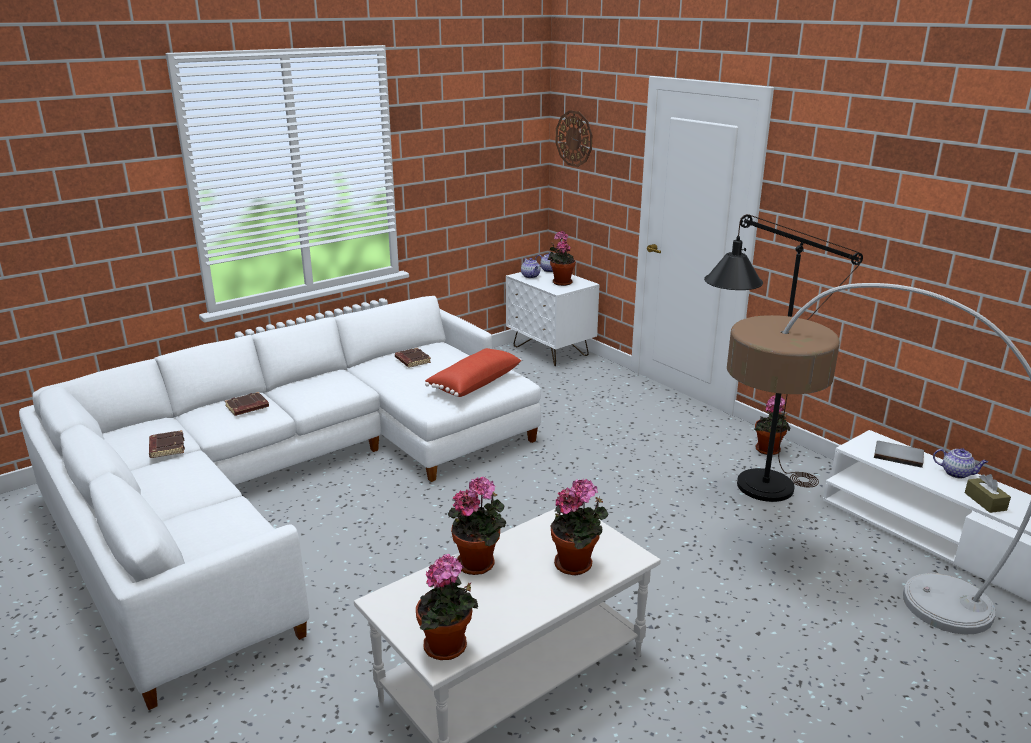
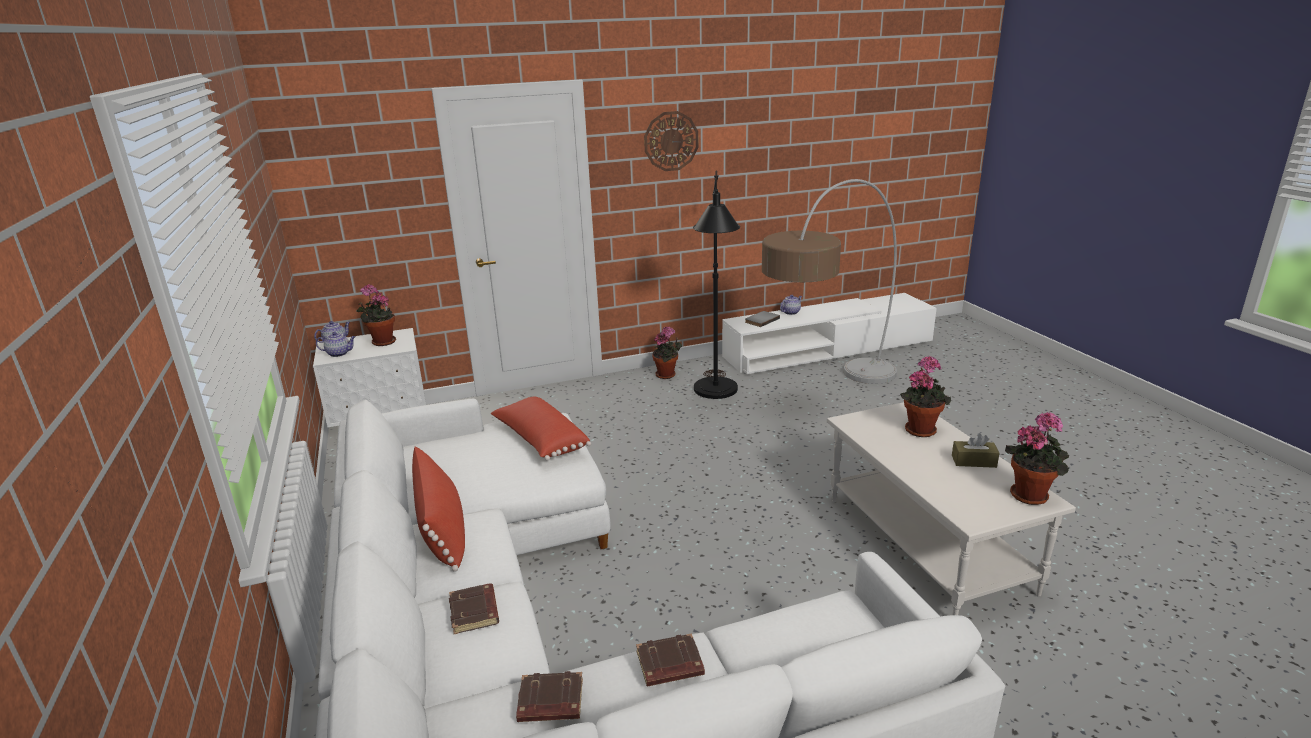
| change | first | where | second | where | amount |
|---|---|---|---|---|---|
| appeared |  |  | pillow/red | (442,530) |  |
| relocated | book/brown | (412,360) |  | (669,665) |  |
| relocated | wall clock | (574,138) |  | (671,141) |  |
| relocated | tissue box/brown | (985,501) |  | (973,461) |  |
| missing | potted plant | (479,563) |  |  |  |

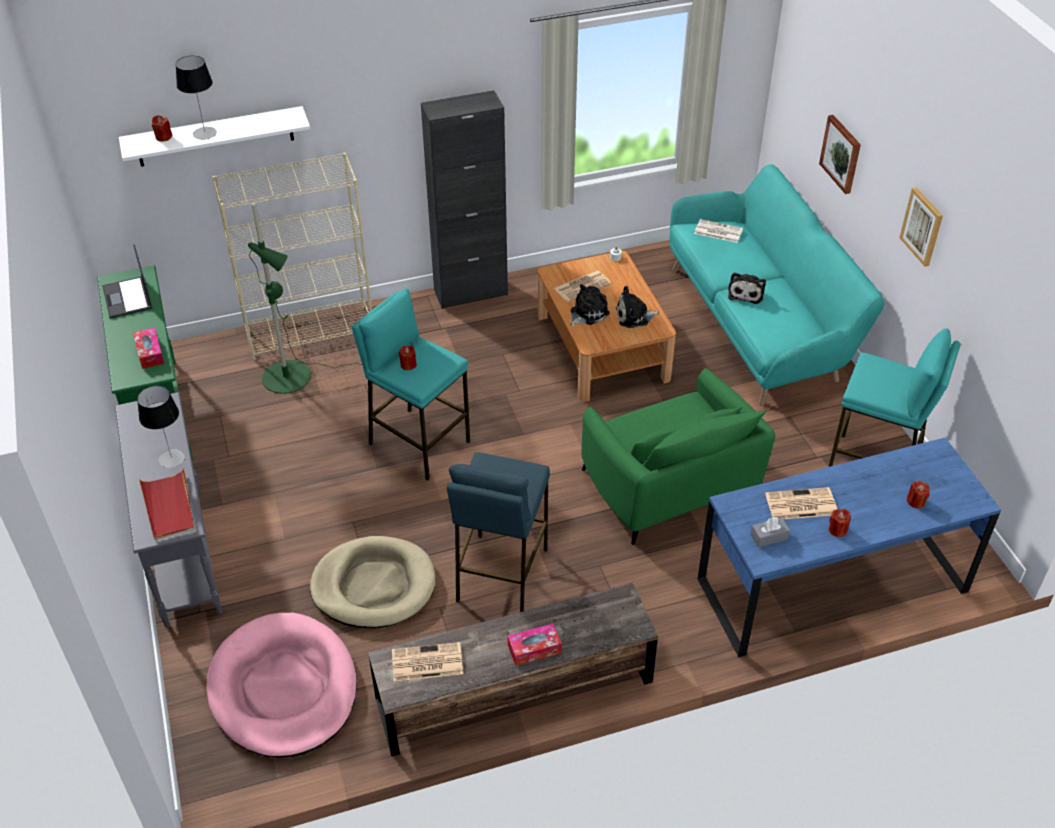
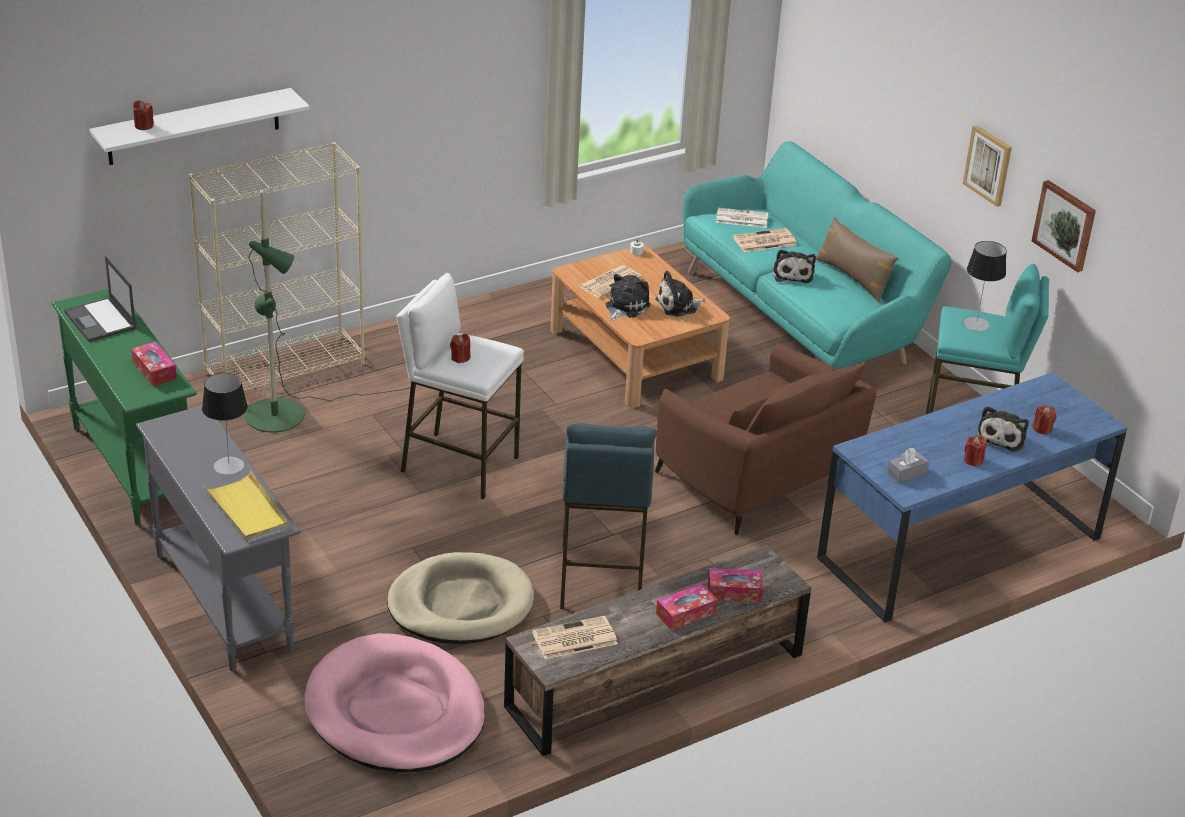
| change | first | where | second | where | amount |
|---|---|---|---|---|---|
| colour | tray/red | (169,507) | tray/yellow | (247,510) |  |
| colour | stool/turquoise | (418,443) | stool/white | (459,465) |  |
| colour | armchair/green | (670,486) | armchair/brown | (758,477) |  |
| appeared |  |  | tissue box | (734,592) |  |
| relocated | newspaper | (800,505) |  | (764,241) |  |
| appeared |  |  | pillow/brown | (853,278) |  |
| relocated | table lamp | (205,133) |  | (976,324) |  |
| appeared |  |  | plush toy | (1002,437) |  |
| relocated | picture | (841,154) |  | (1065,225) |  |
| missing | cabinet/black | (470,292) |  |  |  |

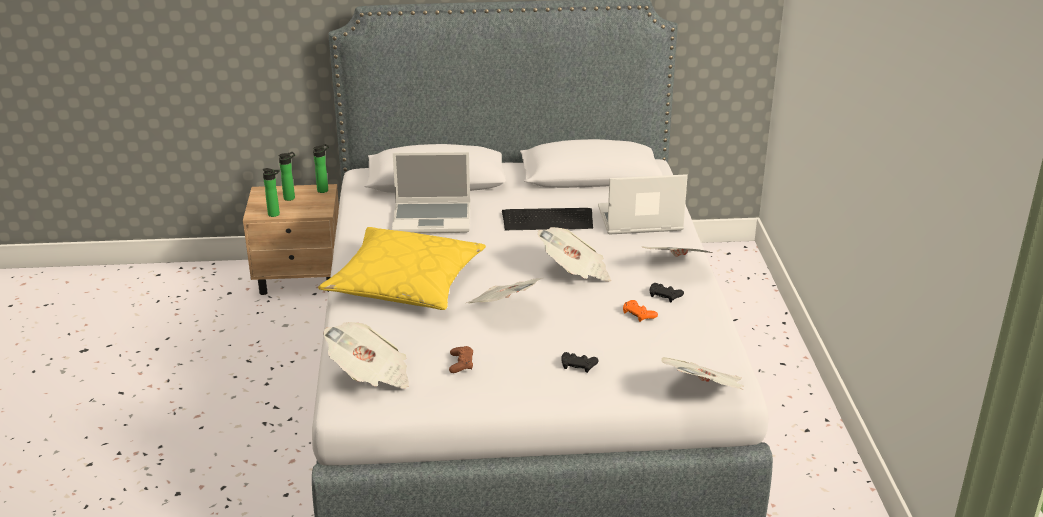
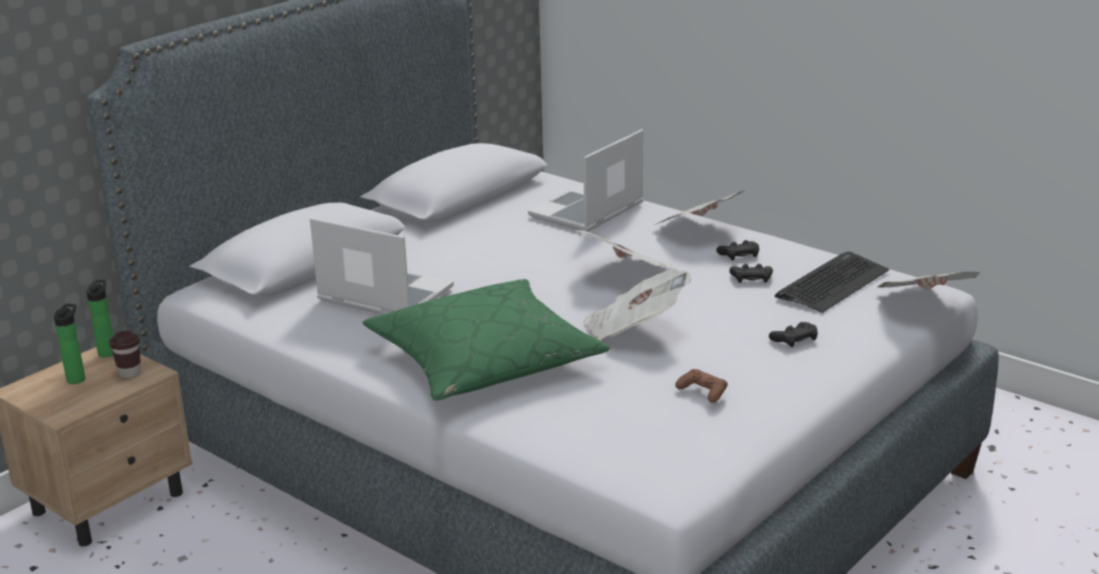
| change | first | where | second | where | amount |
|---|---|---|---|---|---|
| appeared |  |  | cup/brown | (130,373) |  |
| spun | laptop | (433,219) |  | (383,295) | 105 degrees counterclockwise |
| colour | pillow/yellow | (405,283) | pillow/green | (485,360) |  |
| colour | game controller/orange | (638,314) | game controller/black | (751,278) |  |
| relocated | keyboard | (547,220) |  | (832,284) |  |
| missing | bottle | (275,214) |  |  |  |
| missing | newspaper | (370,375) |  |  |  |

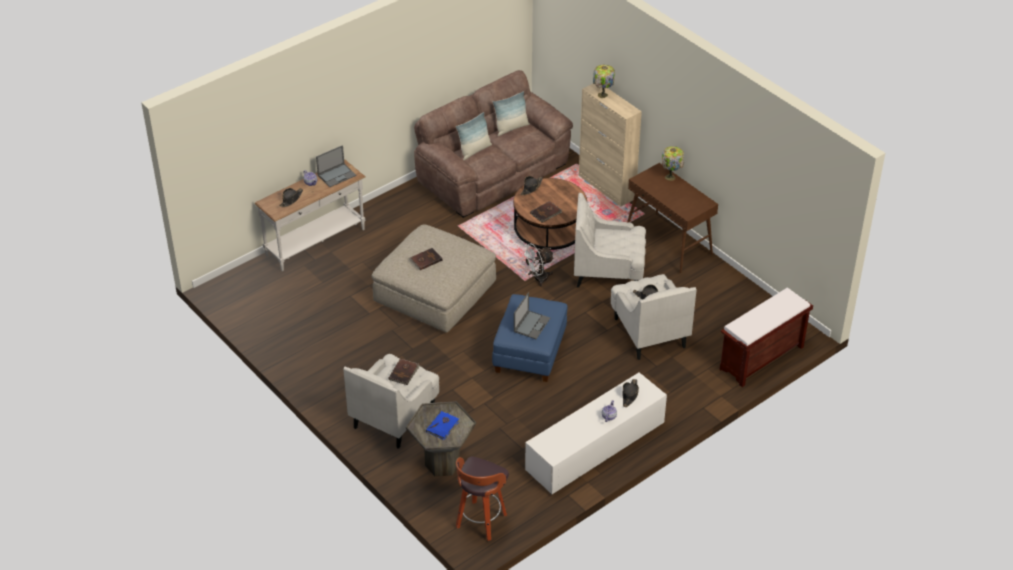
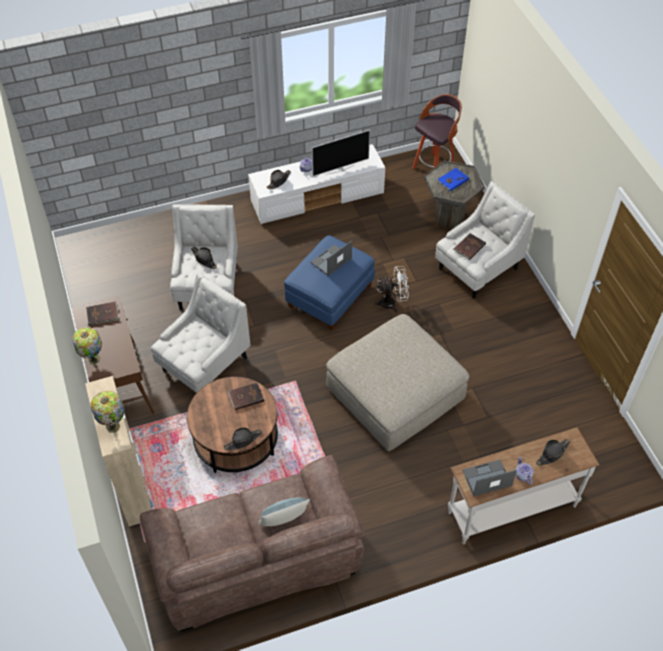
| change | first | where | second | where | amount |
|---|---|---|---|---|---|
| relocated | book/brown | (425,260) |  | (103,315) |  |
| spun | armchair/white | (608,272) |  | (204,365) | 75 degrees counterclockwise |
| appeared |  |  | television | (339,169) |  |
| relocated | fan/white | (537,279) |  | (392,303) |  |
| missing | pillow | (511,128) |  |  |  |
| missing | bench/brown | (761,359) |  |  |  |

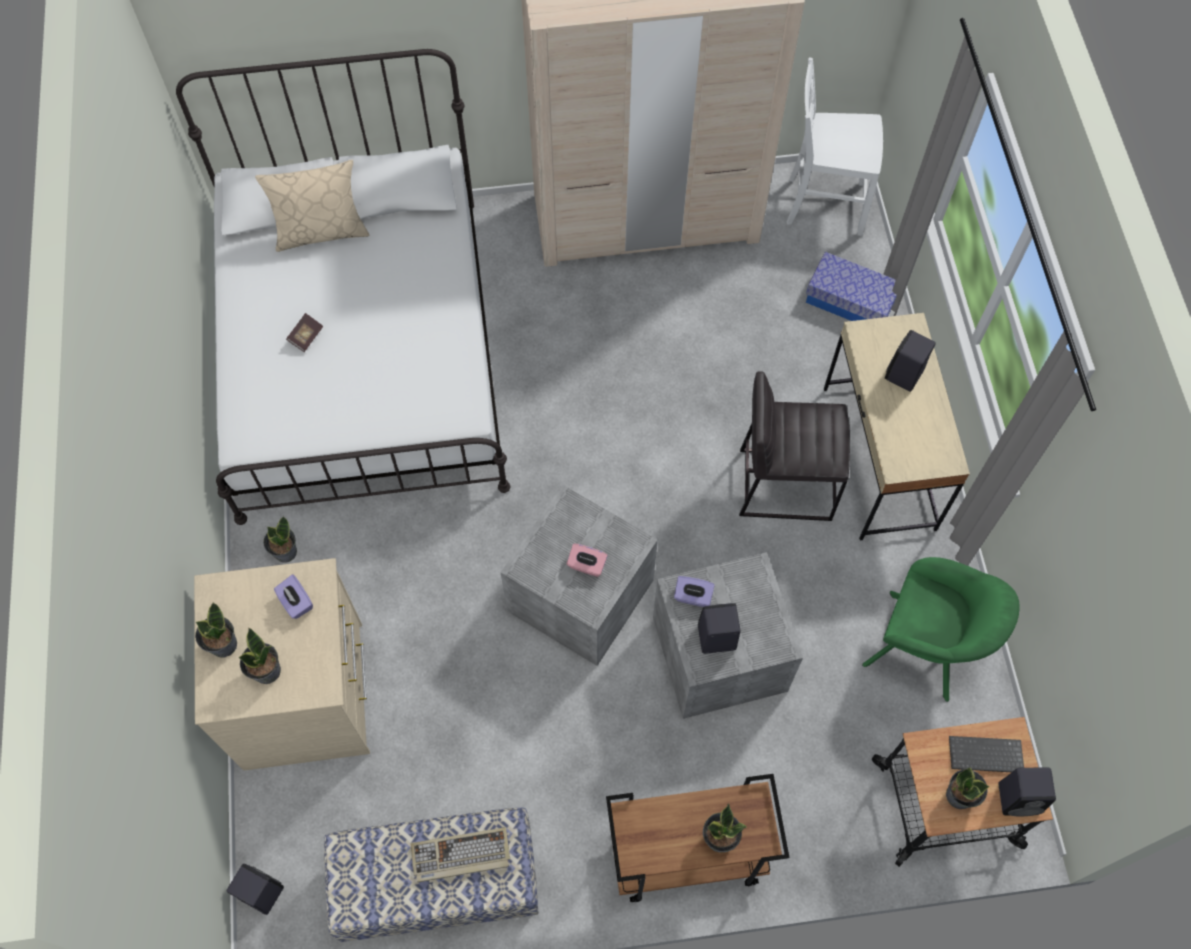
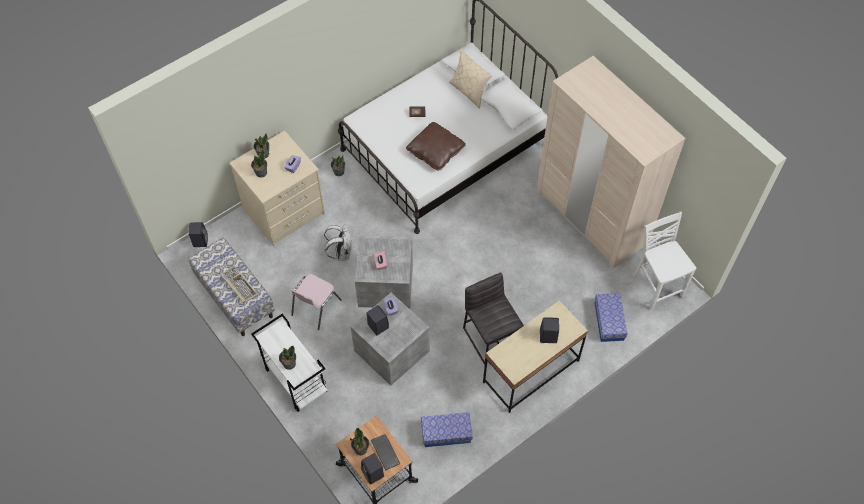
| change | first | where | second | where | amount |
|---|---|---|---|---|---|
| colour | cart/brown | (685,856) | cart/white | (295,380) |  |
| appeared |  |  | chair/pink | (315,308) |  |
| appeared |  |  | backpack/white | (341,252) |  |
| appeared |  |  | pillow/brown | (435,151) |  |
| exchanged | armchair/green | (925,648) | storage box | (446,433) |  |

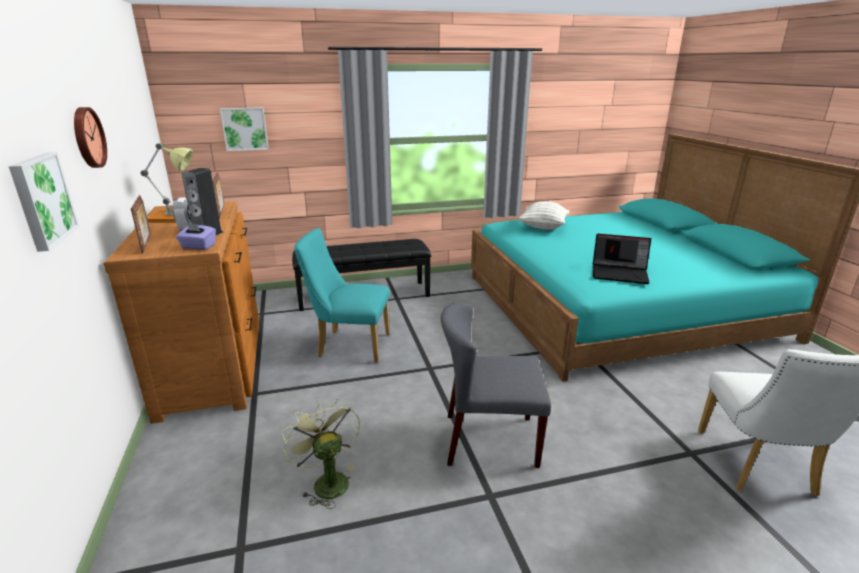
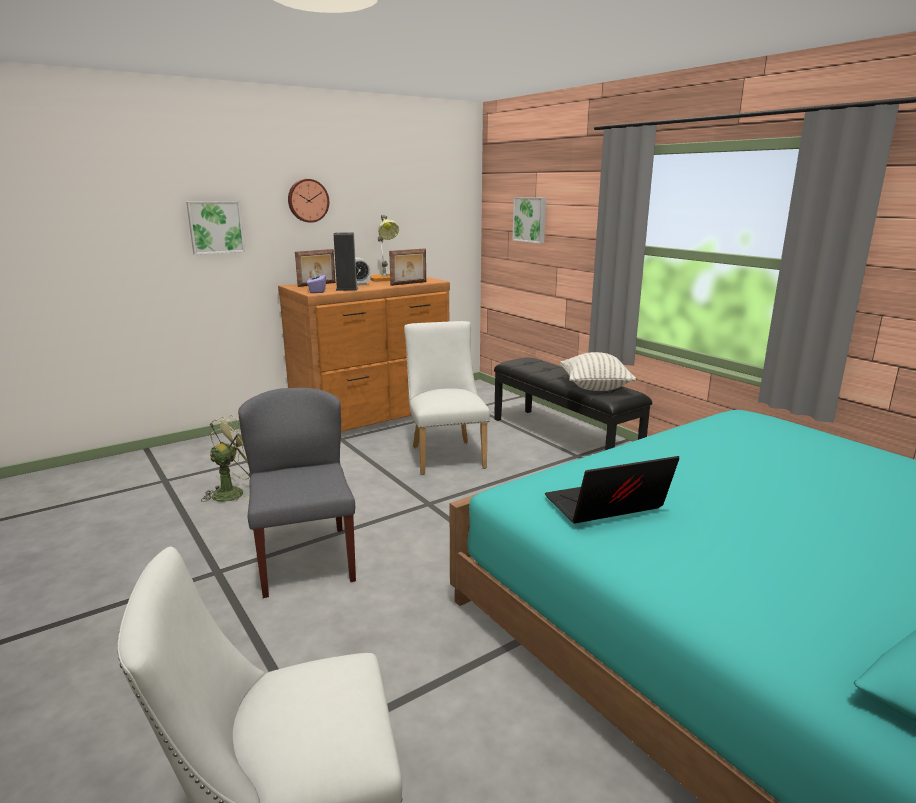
| change | first | where | second | where | amount |
|---|---|---|---|---|---|
| colour | chair/turquoise | (348,345) | chair/white | (445,455) |  |
| spun | laptop | (620,273) |  | (605,507) | 75 degrees clockwise |
| relocated | pillow | (543,227) |  | (595,387) |  |

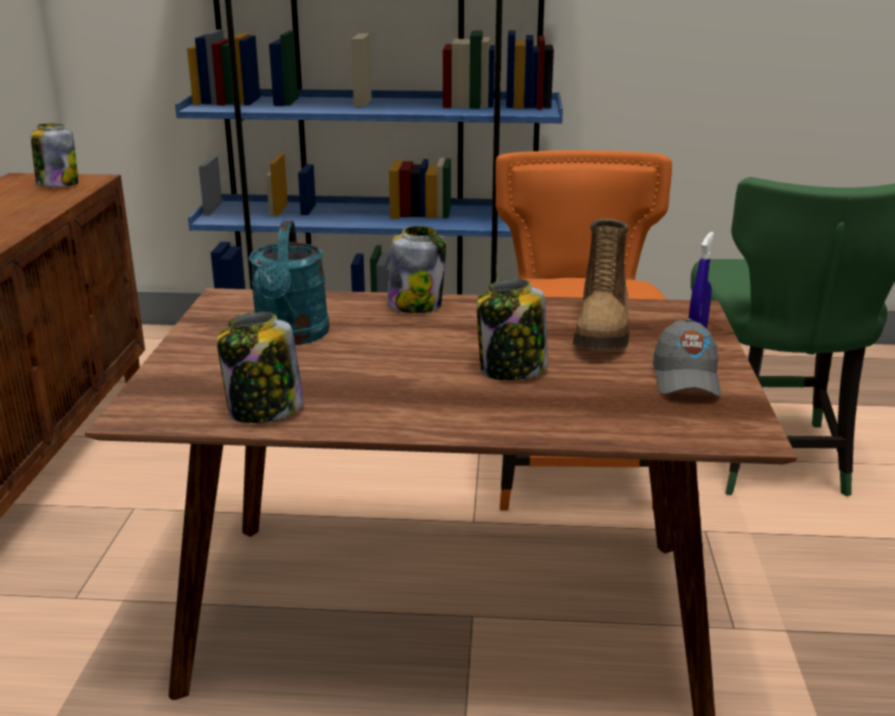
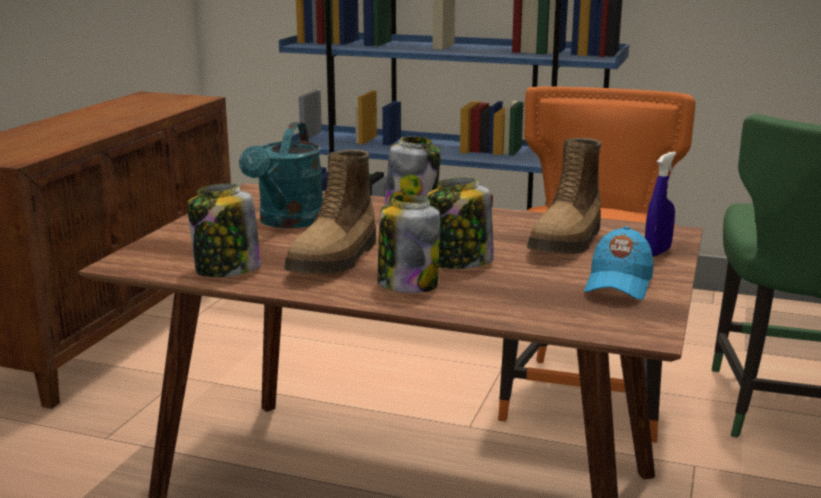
| change | first | where | second | where | amount |
|---|---|---|---|---|---|
| appeared |  |  | boot | (336,260) |  |
| relocated | jar | (57,184) |  | (407,284) |  |
| colour | cap/grey | (685,379) | cap/blue | (618,284) |  |

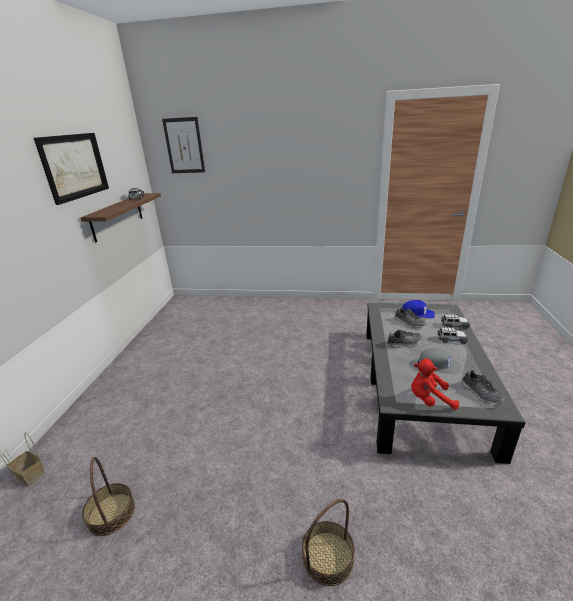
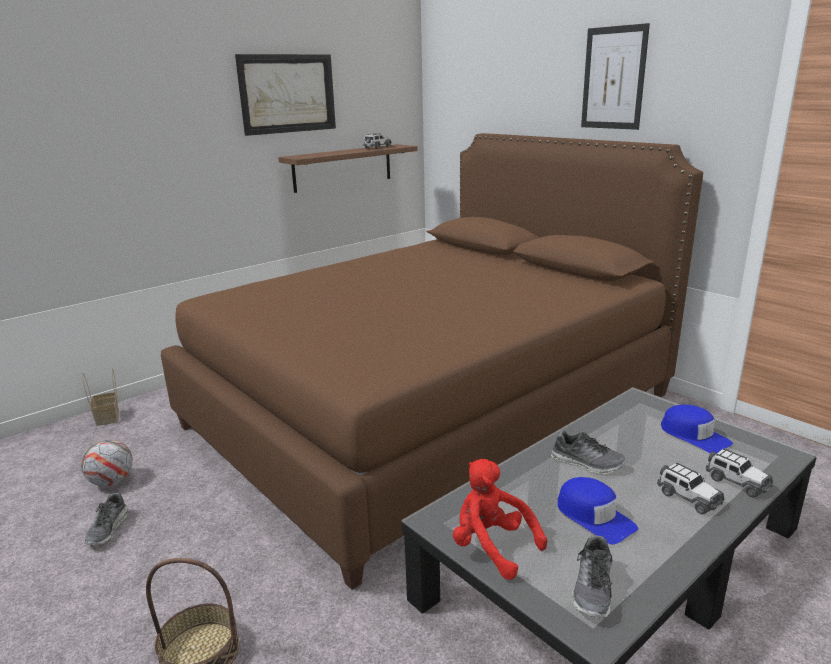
| change | first | where | second | where | amount |
|---|---|---|---|---|---|
| exchanged | basket | (111,513) | football | (111,481) |  |
| relocated | shoe | (409,323) |  | (108,529) |  |
| appeared |  |  | bed/brown | (430,410) |  |
| colour | cap/grey | (439,365) | cap/blue | (594,516) |  |
| relocated | picture | (184,146) |  | (613,78) |  |

